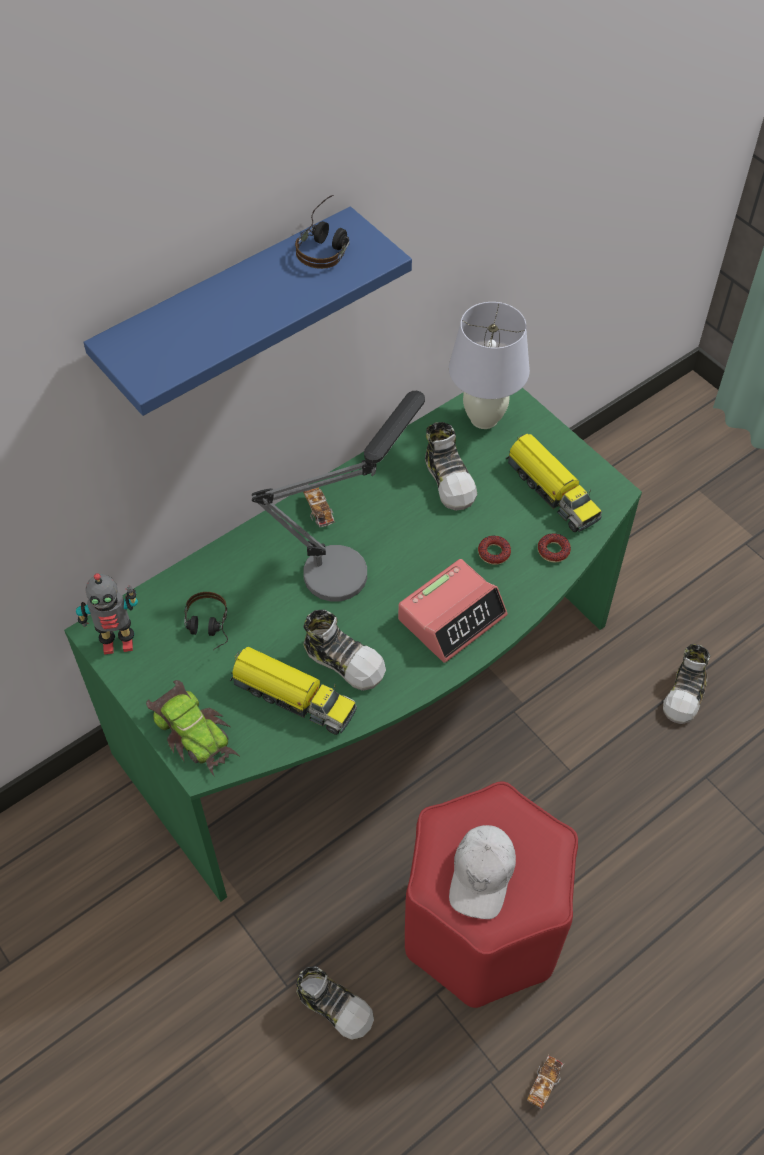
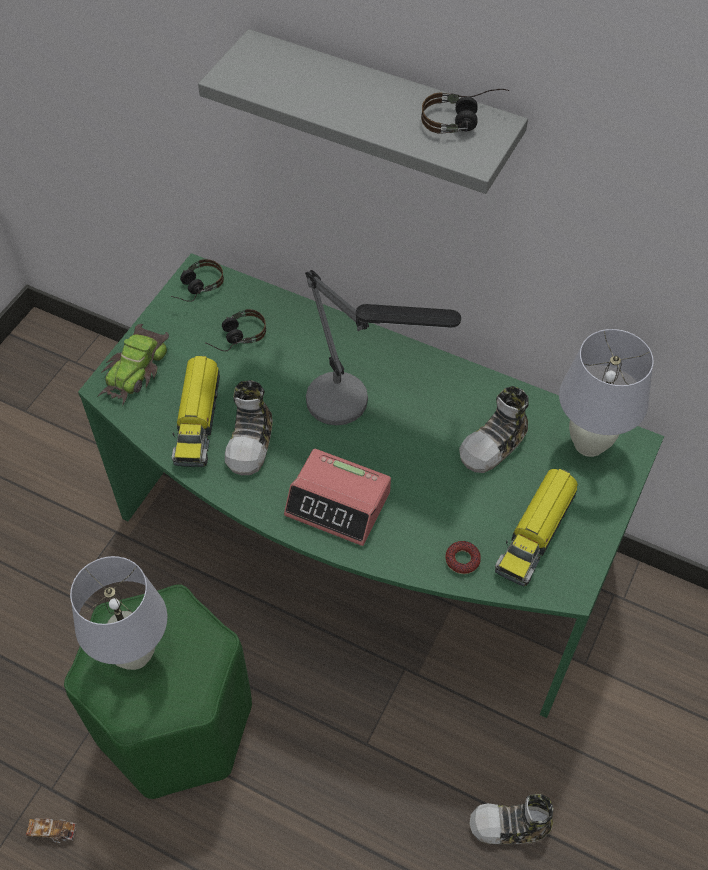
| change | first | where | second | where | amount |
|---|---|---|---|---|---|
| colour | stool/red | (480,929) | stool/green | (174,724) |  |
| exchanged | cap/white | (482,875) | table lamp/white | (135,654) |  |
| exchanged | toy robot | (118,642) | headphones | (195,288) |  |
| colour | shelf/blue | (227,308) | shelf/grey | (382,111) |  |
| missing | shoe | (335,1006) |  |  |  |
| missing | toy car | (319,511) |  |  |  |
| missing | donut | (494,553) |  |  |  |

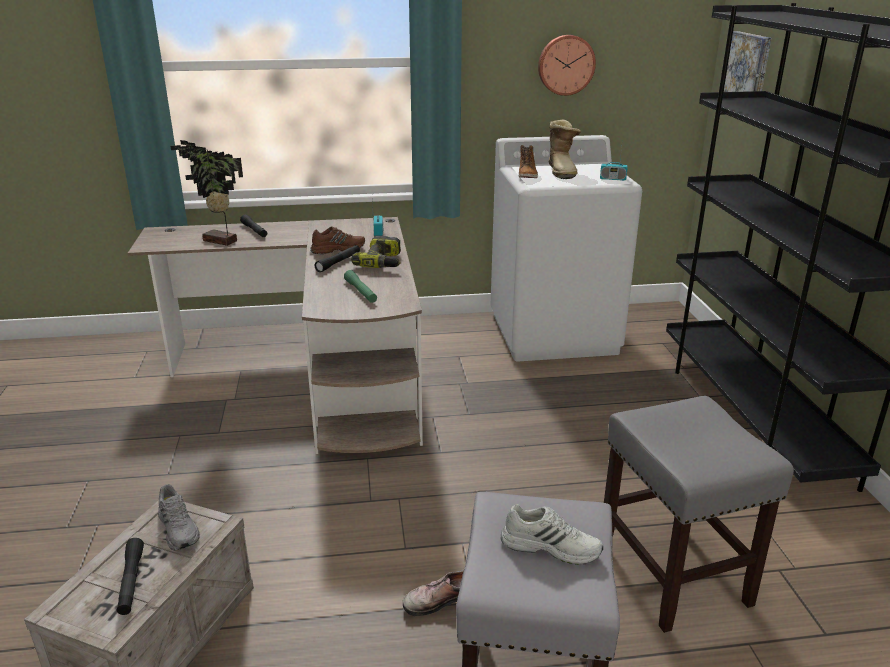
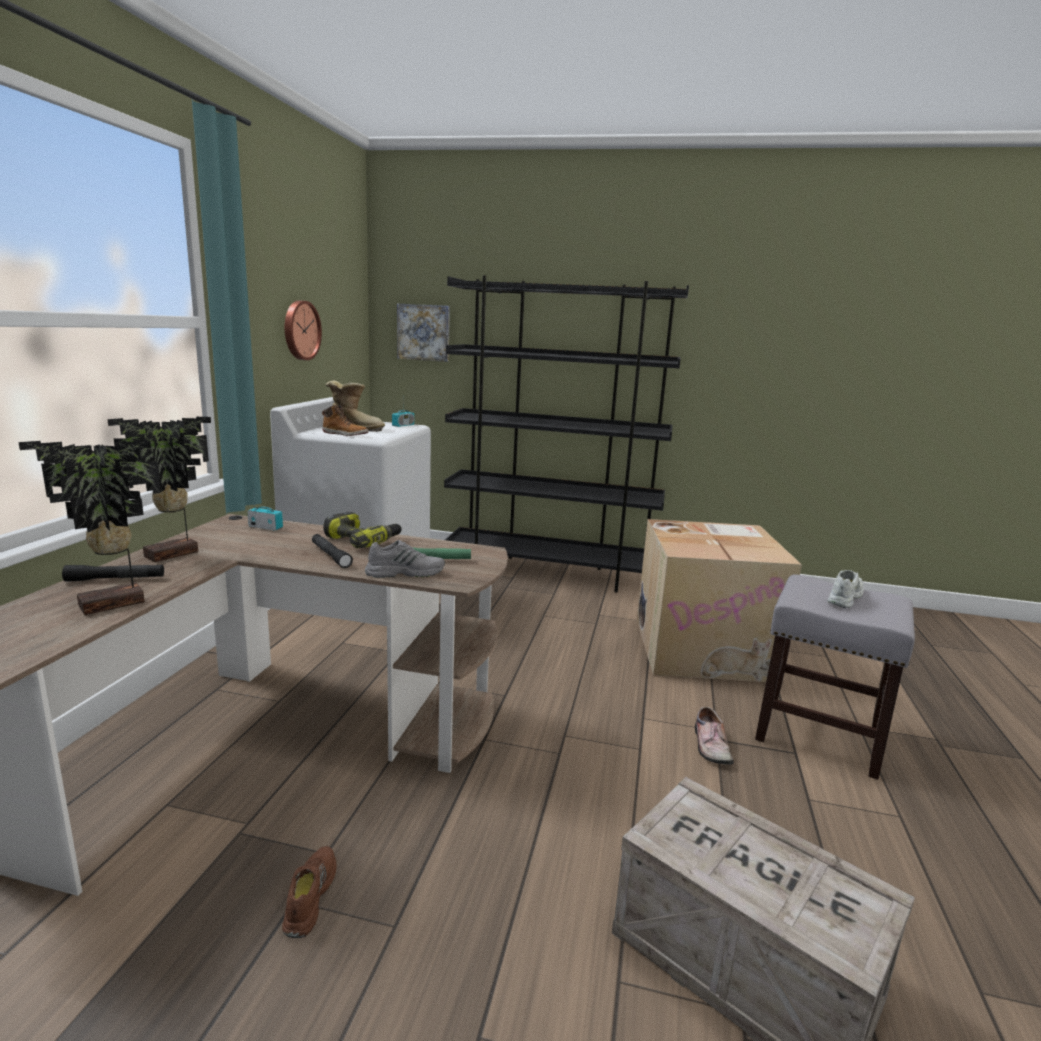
| change | first | where | second | where | amount |
|---|---|---|---|---|---|
| appeared |  |  | potted plant | (174,555) |  |
| relocated | shoe/brown | (338,249) |  | (309,896) |  |
| relocated | shoe/grey | (179,528) |  | (405,572) |  |
| exchanged | stool/grey | (674,575) | cardboard box | (703,648) |  |
| missing | flashlight/black | (131,581) |  |  |  |

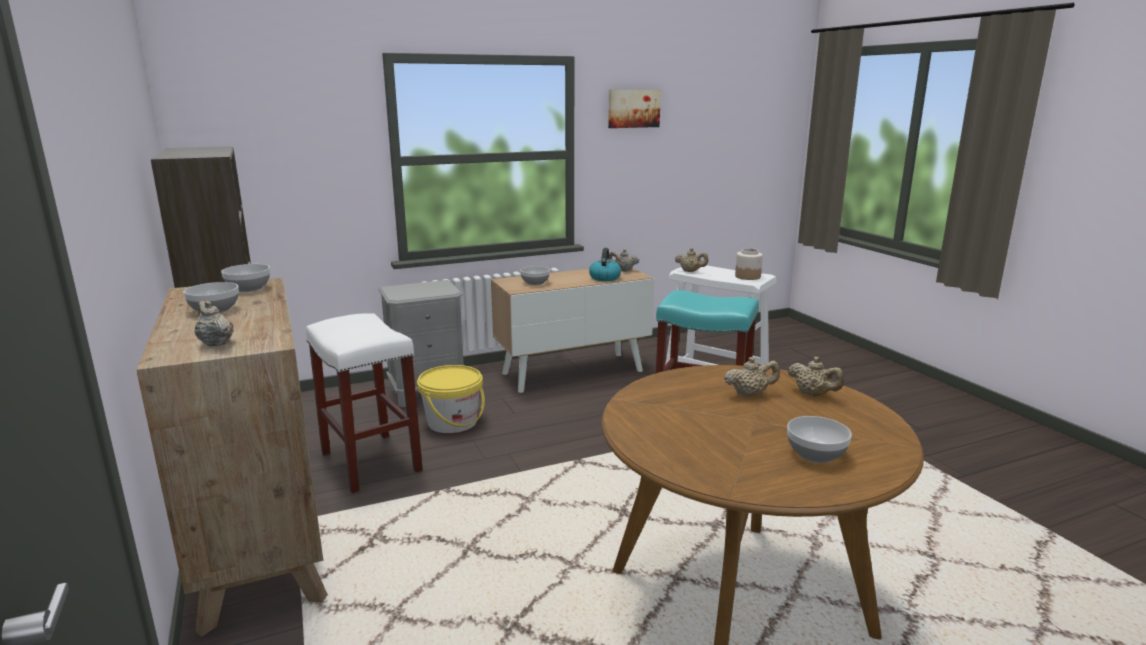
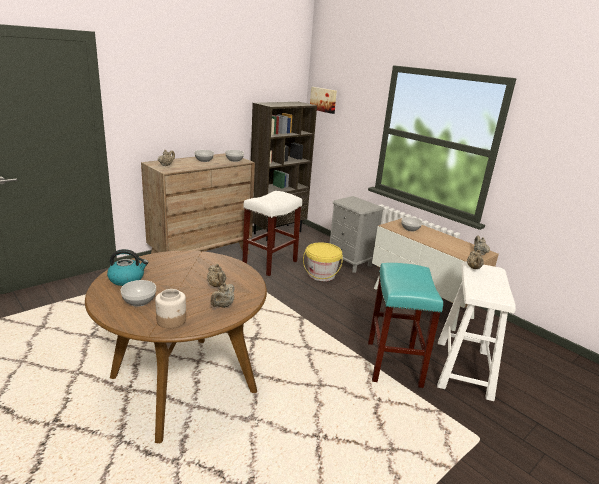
| change | first | where | second | where | amount |
|---|---|---|---|---|---|
| relocated | kettle | (604,277) |  | (127,279) |  |
| relocated | jar | (747,276) |  | (172,320) |  |
| relocated | picture | (633,108) |  | (323,100) |  |

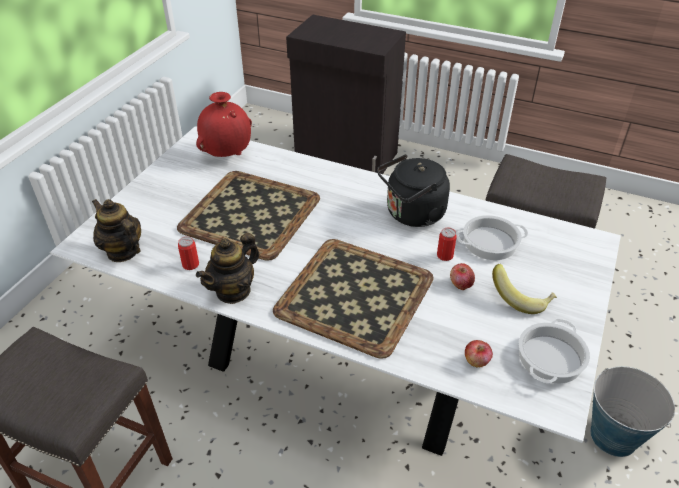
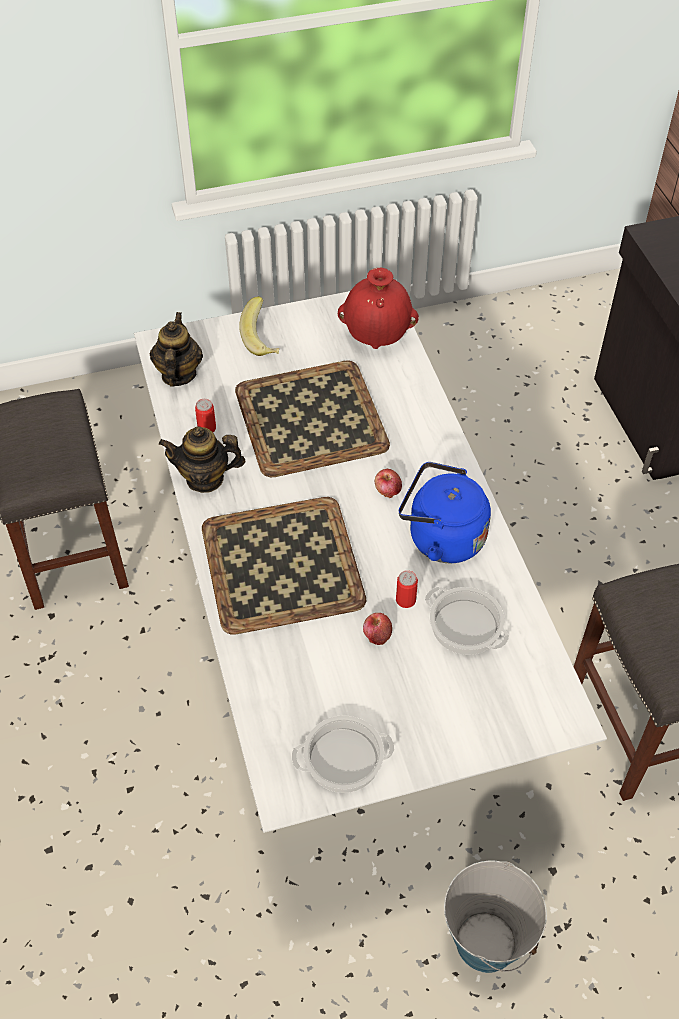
| change | first | where | second | where | amount |
|---|---|---|---|---|---|
| relocated | banana | (521,298) |  | (263,340) |  |
| relocated | apple | (476,361) |  | (387,490) |  |
| colour | kettle/black | (412,215) | kettle/blue | (441,537) |  |

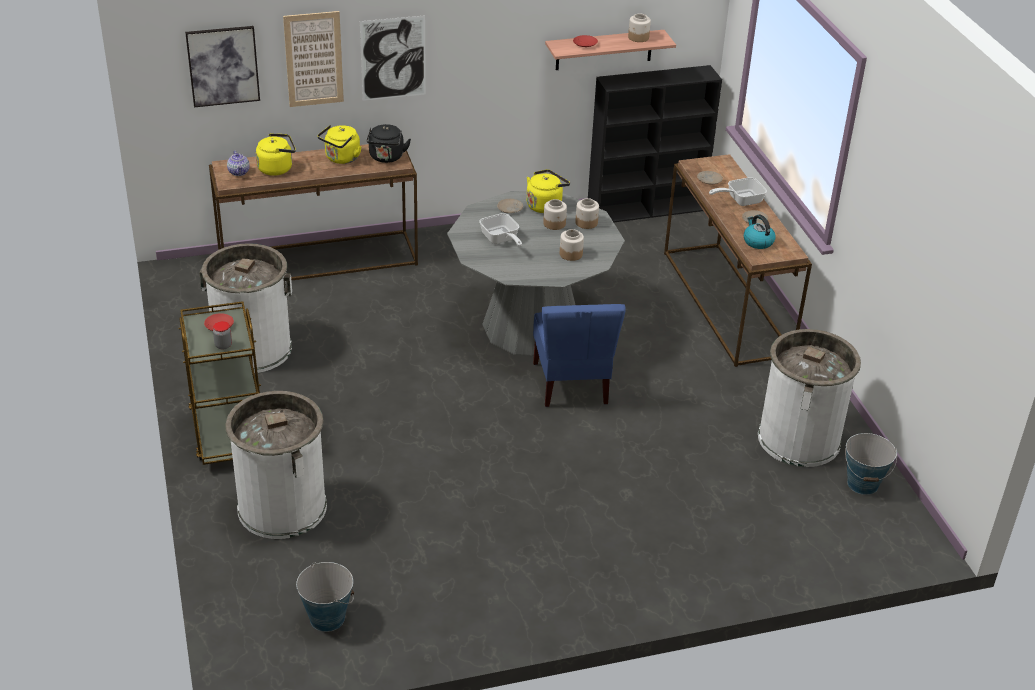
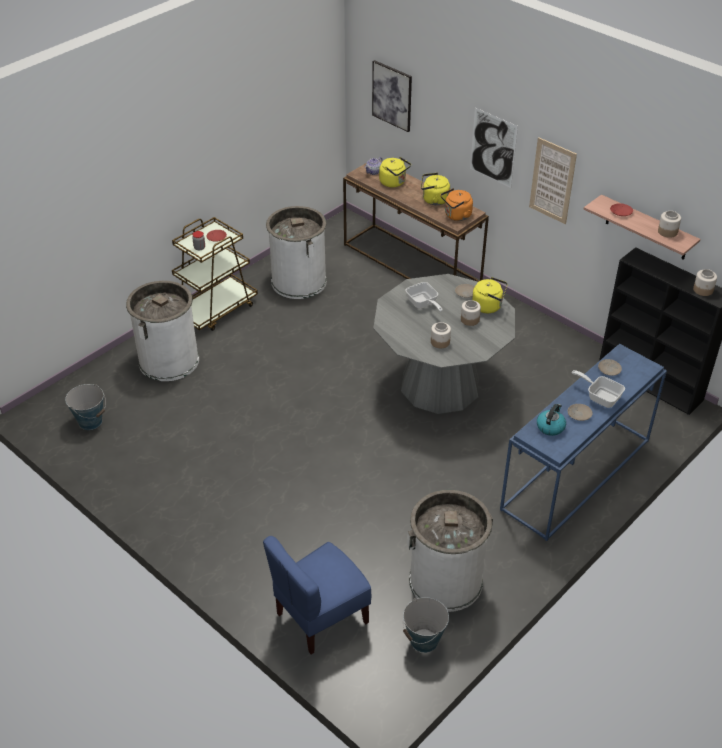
| change | first | where | second | where | amount |
|---|---|---|---|---|---|
| relocated | chair/blue | (572,384) |  | (321,617) |  |
| spun | frying pan | (500,240) |  | (423,304) | 60 degrees counterclockwise |
| colour | kettle/black | (386,158) | kettle/orange | (456,216) |  |
| colour | console table/brown | (728,304) | console table/blue | (576,476) |  |
| relocated | picture | (314,59) |  | (552,181) |  |
| relocated | jar | (586,223) |  | (703,290) |  |

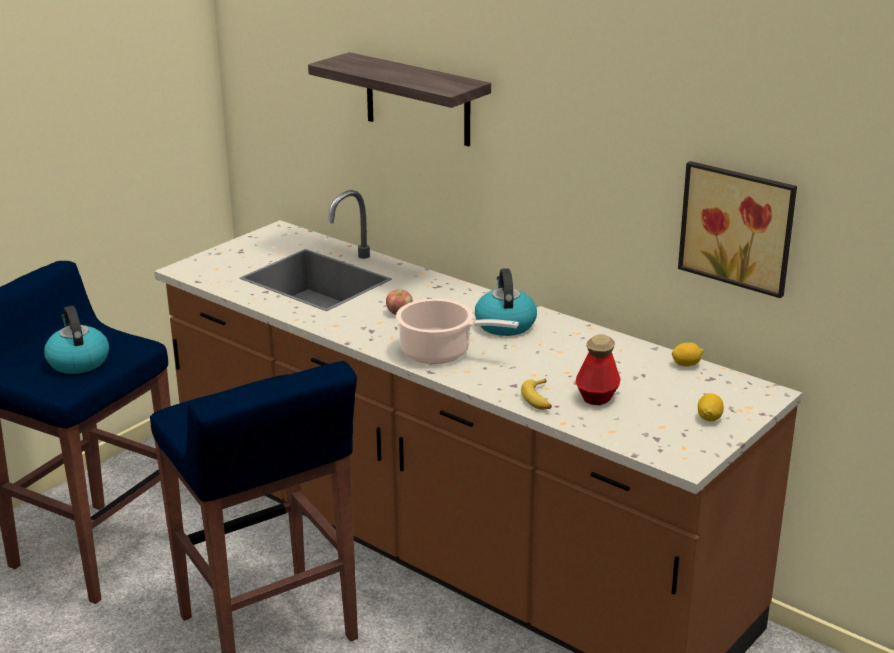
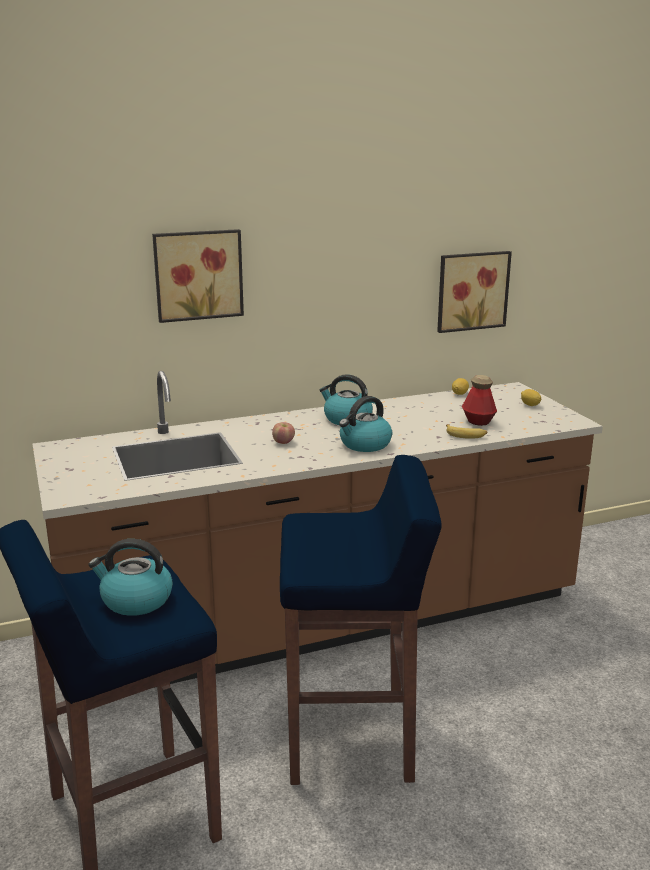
| change | first | where | second | where | amount |
|---|---|---|---|---|---|
| exchanged | shelf | (417,100) | picture | (198,274) |  |
| exchanged | cooking pot | (440,352) | kettle | (364,444) |  |

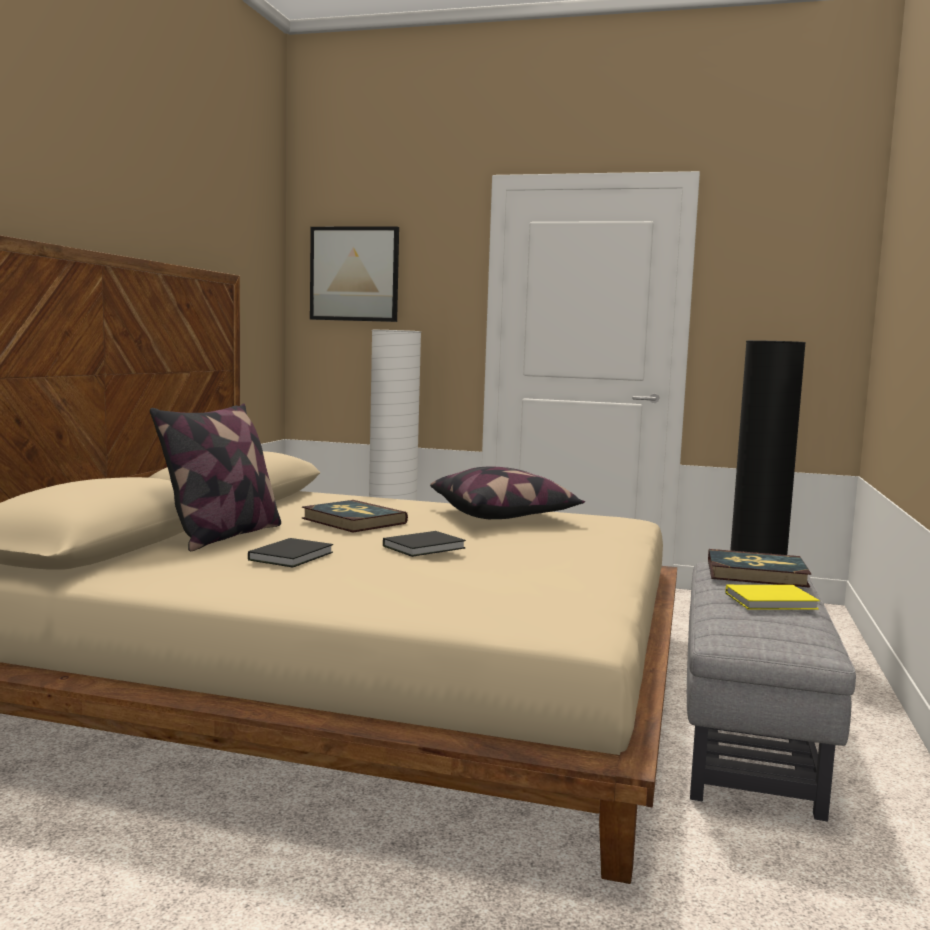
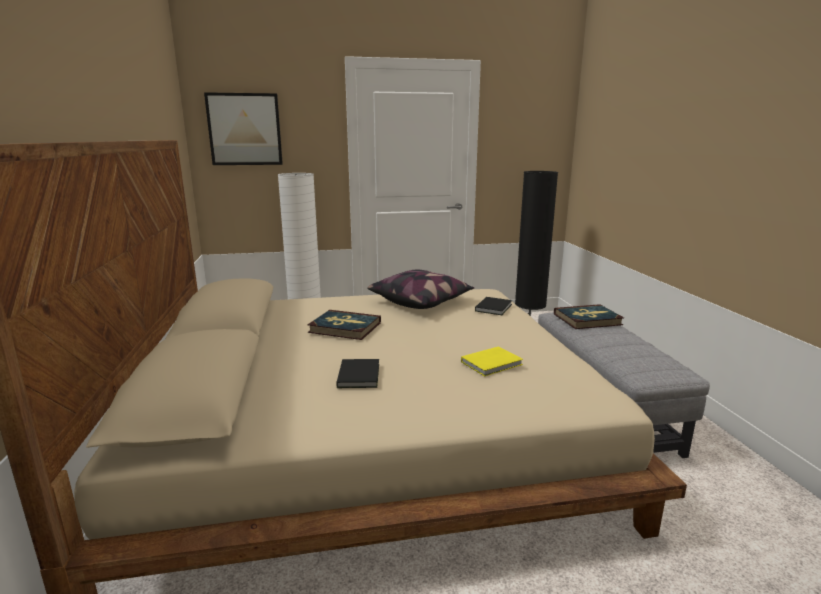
| change | first | where | second | where | amount |
|---|---|---|---|---|---|
| relocated | book/yellow | (773,601) |  | (493,363) |  |
| relocated | book/black | (426,547) |  | (494,307) |  |
| missing | pillow | (223,535) |  |  |  |

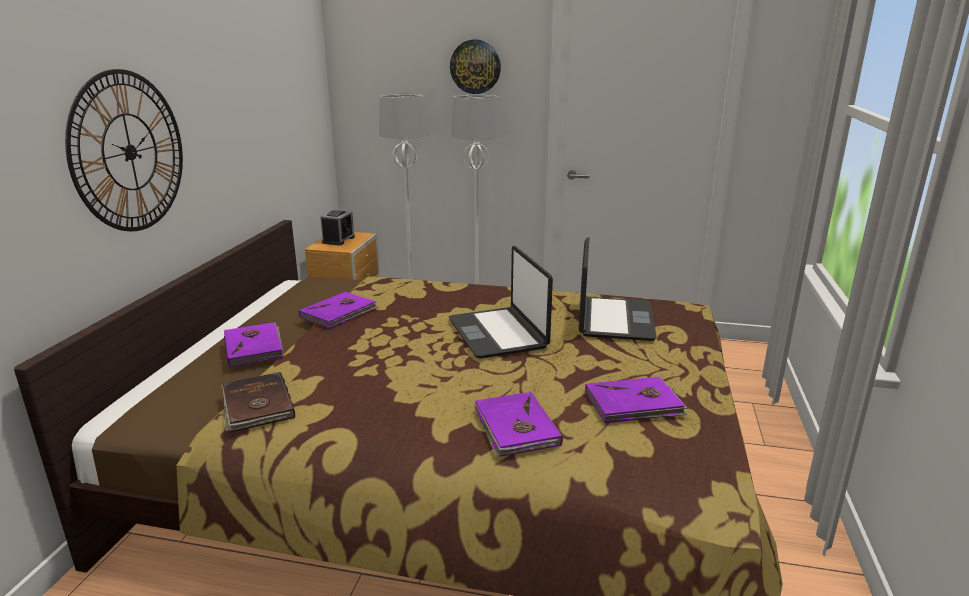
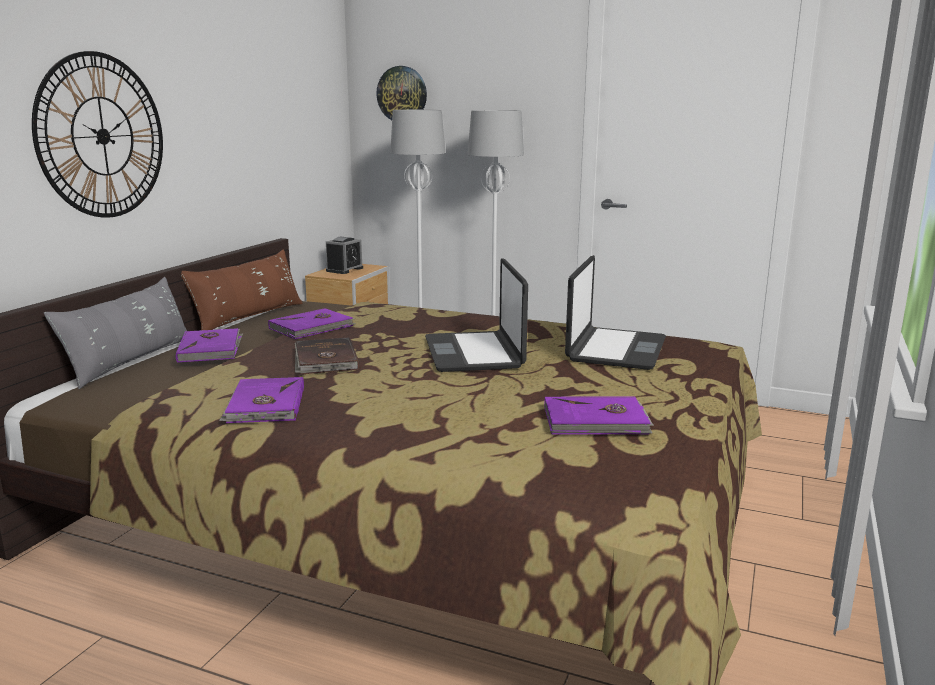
| change | first | where | second | where | amount |
|---|---|---|---|---|---|
| appeared |  |  | pillow/grey | (131,361) |  |
| appeared |  |  | pillow/brown | (249,317) |  |
| relocated | book/purple | (515,427) |  | (265,405) |  |
| relocated | book/brown | (256,405) |  | (324,360) |  |
| relocated | wall clock | (475,67) |  | (402,94) |  |

